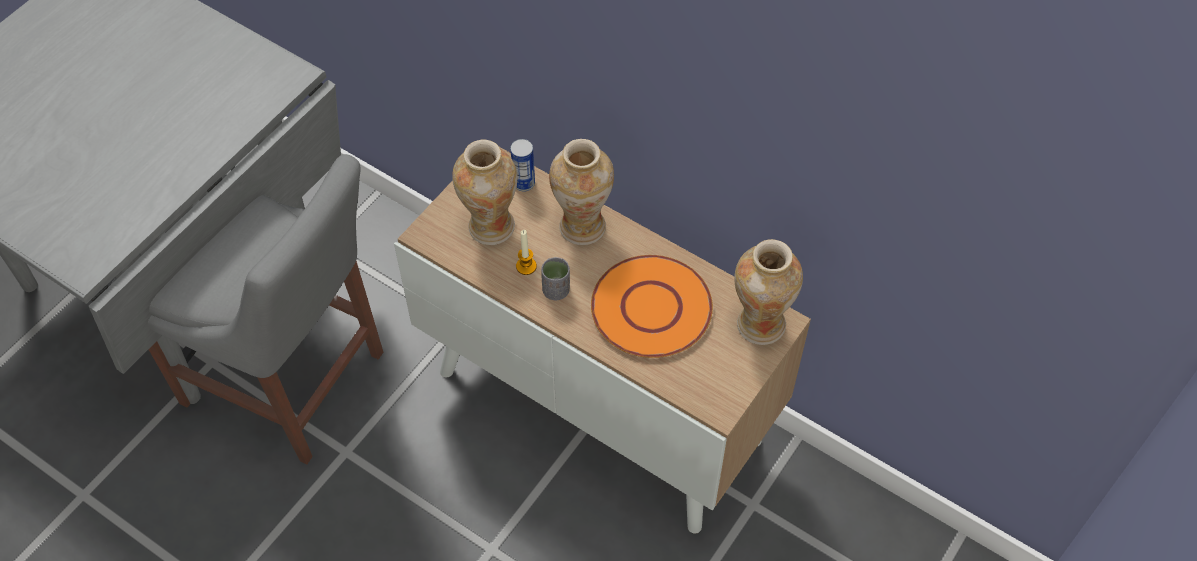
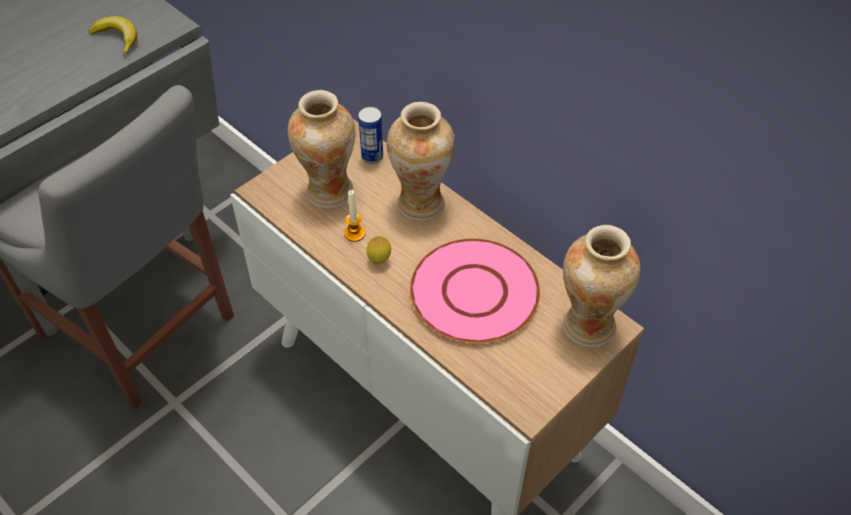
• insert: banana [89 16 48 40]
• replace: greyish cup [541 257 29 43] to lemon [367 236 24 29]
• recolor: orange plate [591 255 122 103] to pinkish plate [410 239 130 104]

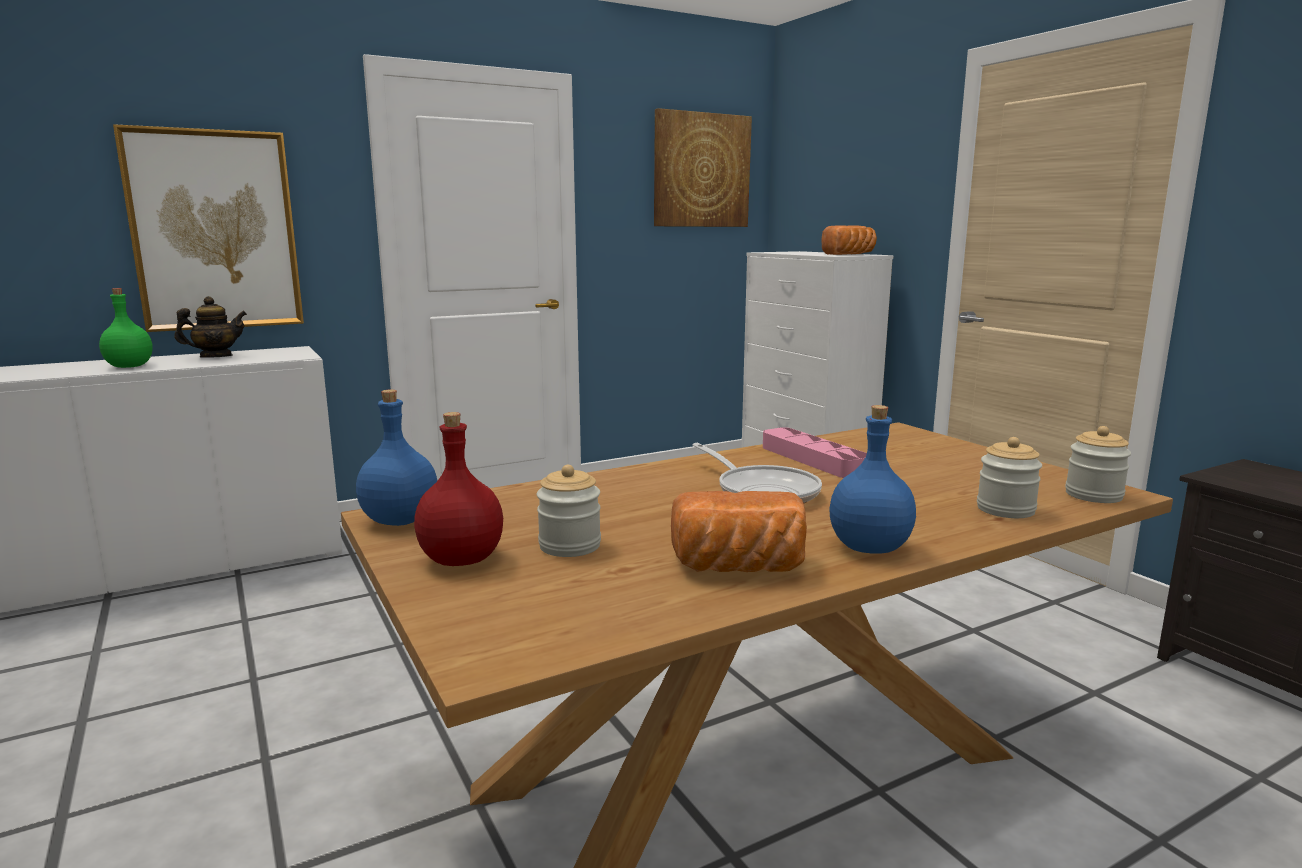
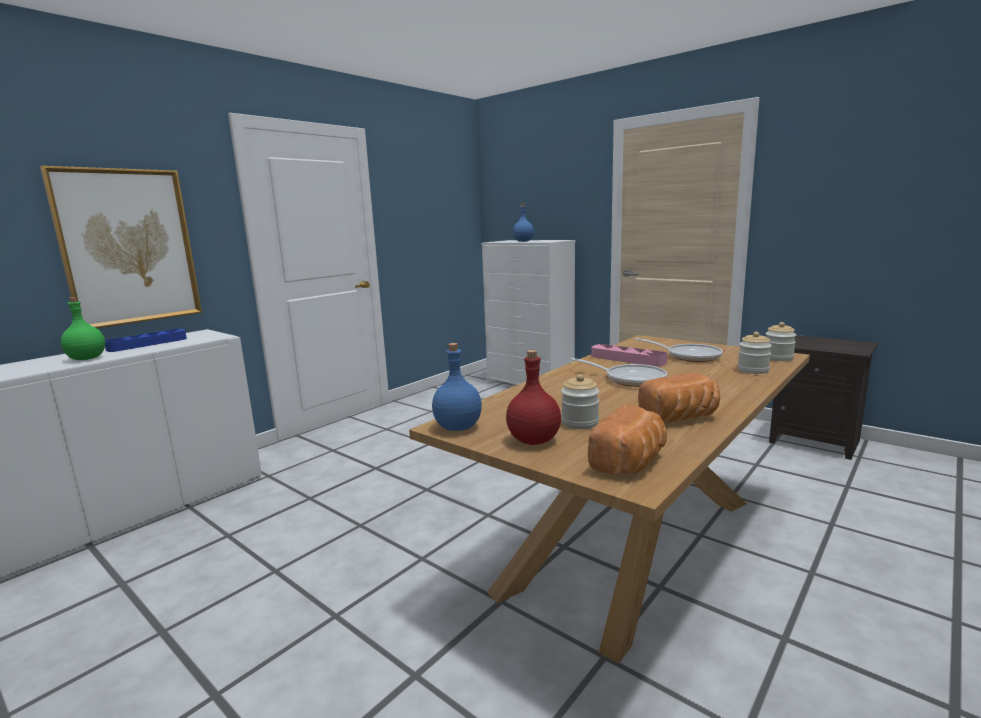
• replace: pot for tea [175 296 72 62] to bluish serving tray [105 329 82 23]
• move: bluish bottle [829 405 87 149] to [513 204 21 38]
• move: baked bread [821 225 56 30] to [588 404 79 70]
• insert: pan [635 338 88 24]
• delete: wall art [654 108 98 119]

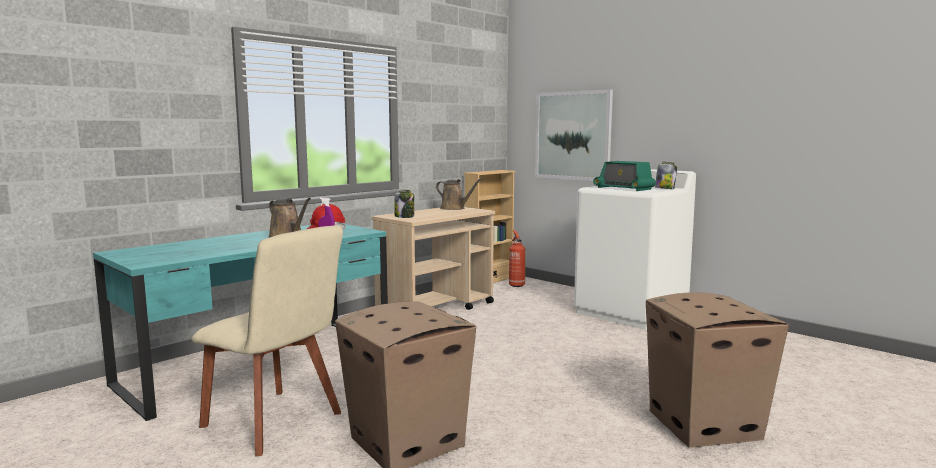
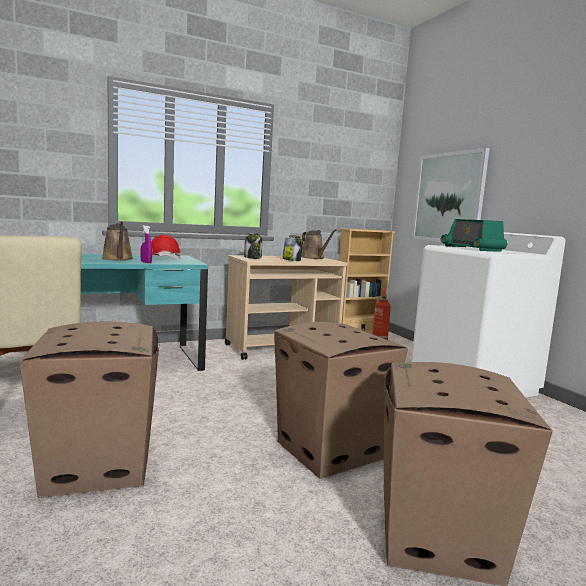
• insert: carton [274 322 134 157]
• move: preserve jar [655 162 22 27] to [283 235 20 26]

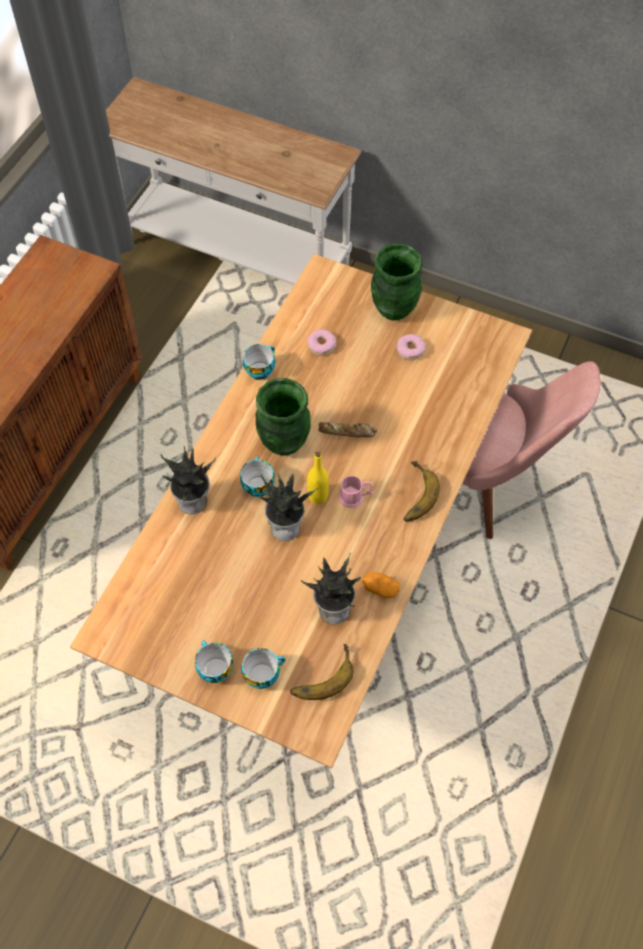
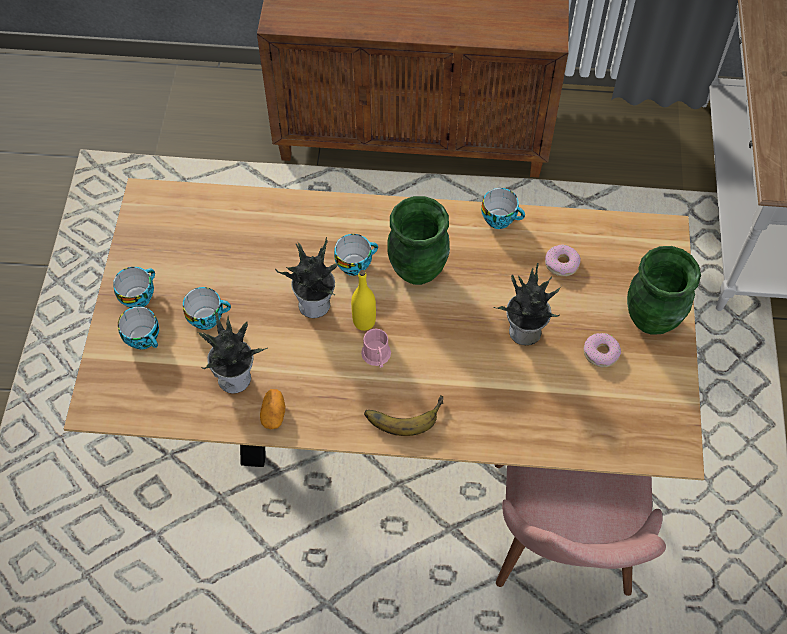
• insert: cup [183 287 48 43]
• move: potted plant [160 446 56 68] to [494 263 66 82]
• delete: banana [290 644 64 56]
• delete: baked bread [318 422 59 15]

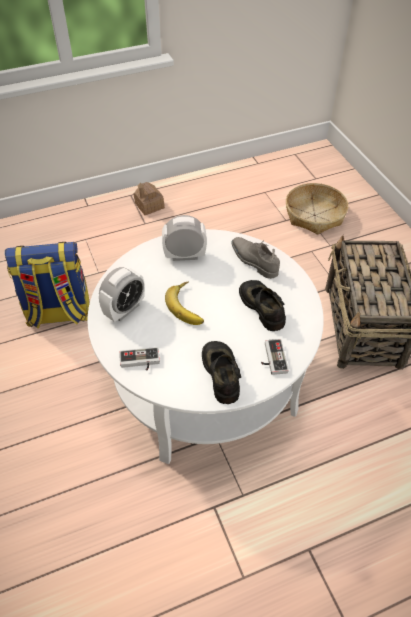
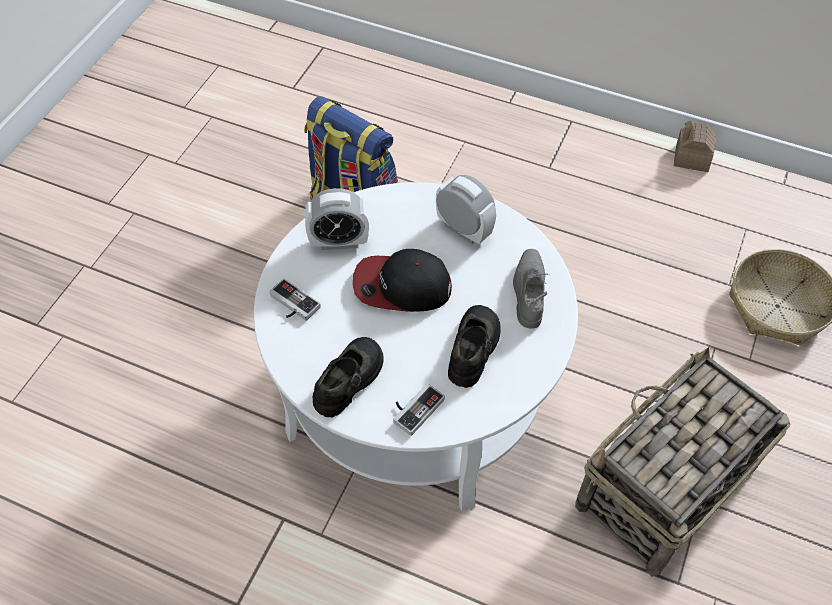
• replace: banana [165 281 39 44] to cap [353 249 99 63]
• move: model house [133 182 32 33] to [674 121 42 51]

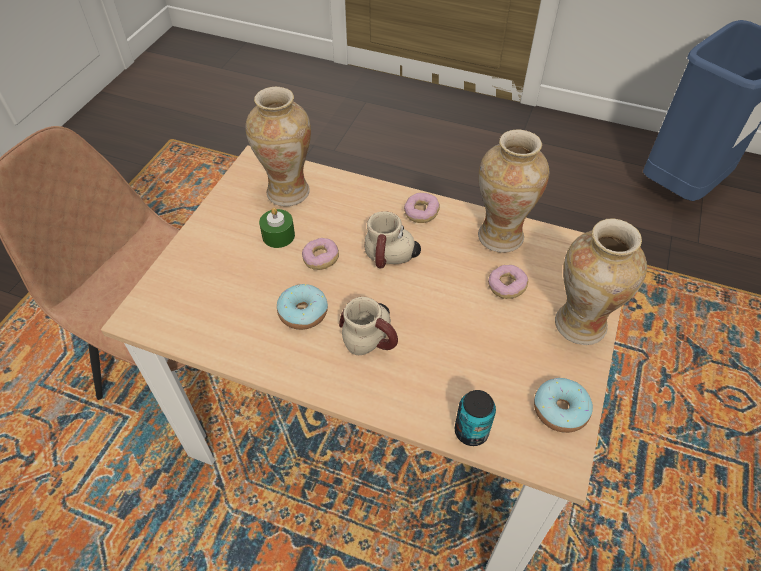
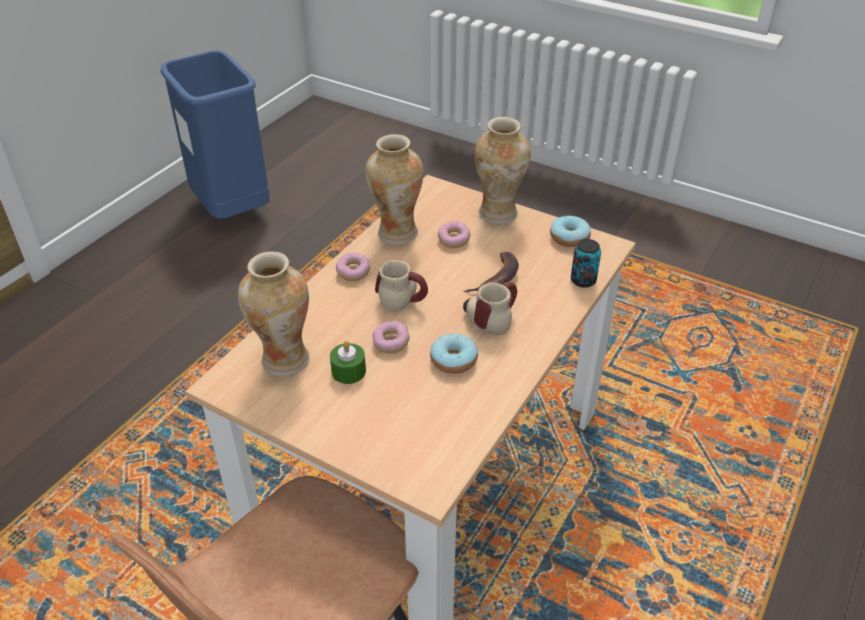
• insert: banana [464 252 55 41]

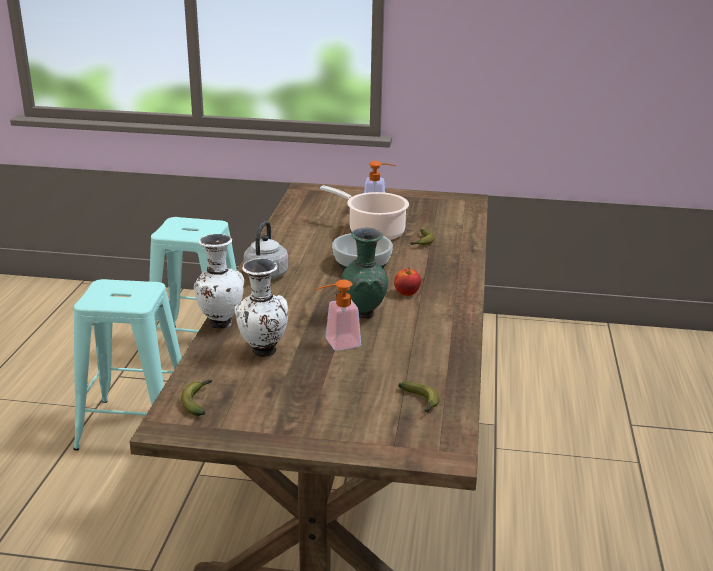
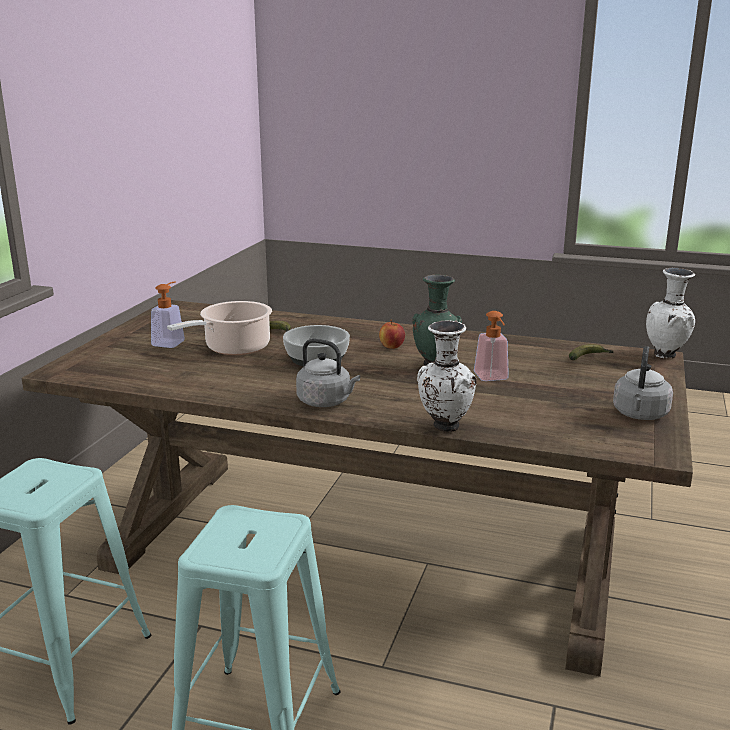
• insert: greyish water kettle [613 346 60 74]
• move: whitish vase [234 258 54 99] to [646 268 49 91]
• delete: banana [181 380 31 36]

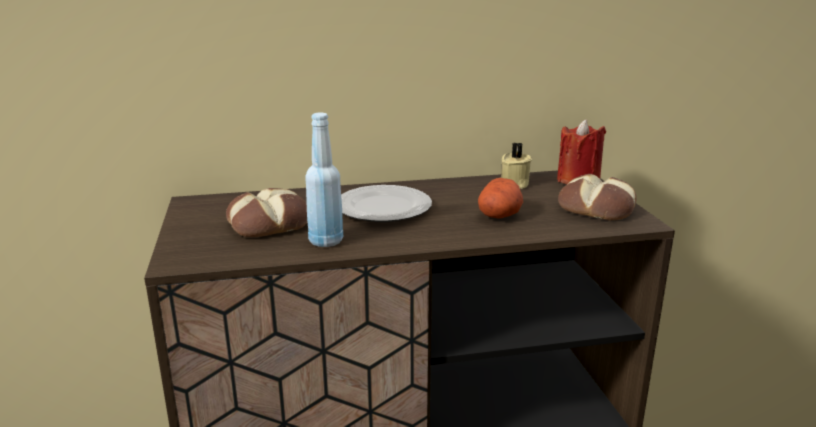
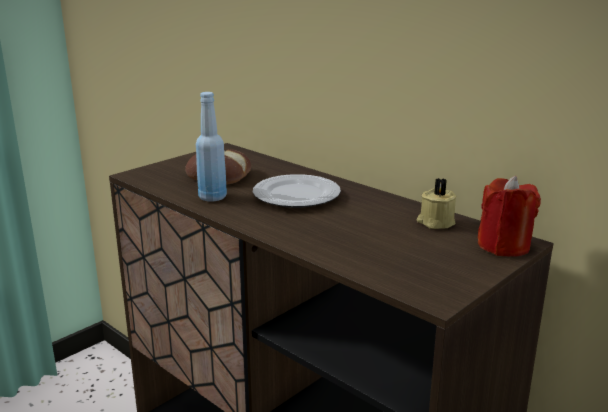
• delete: potato [478 178 45 40]
• delete: baked bread [558 174 79 47]

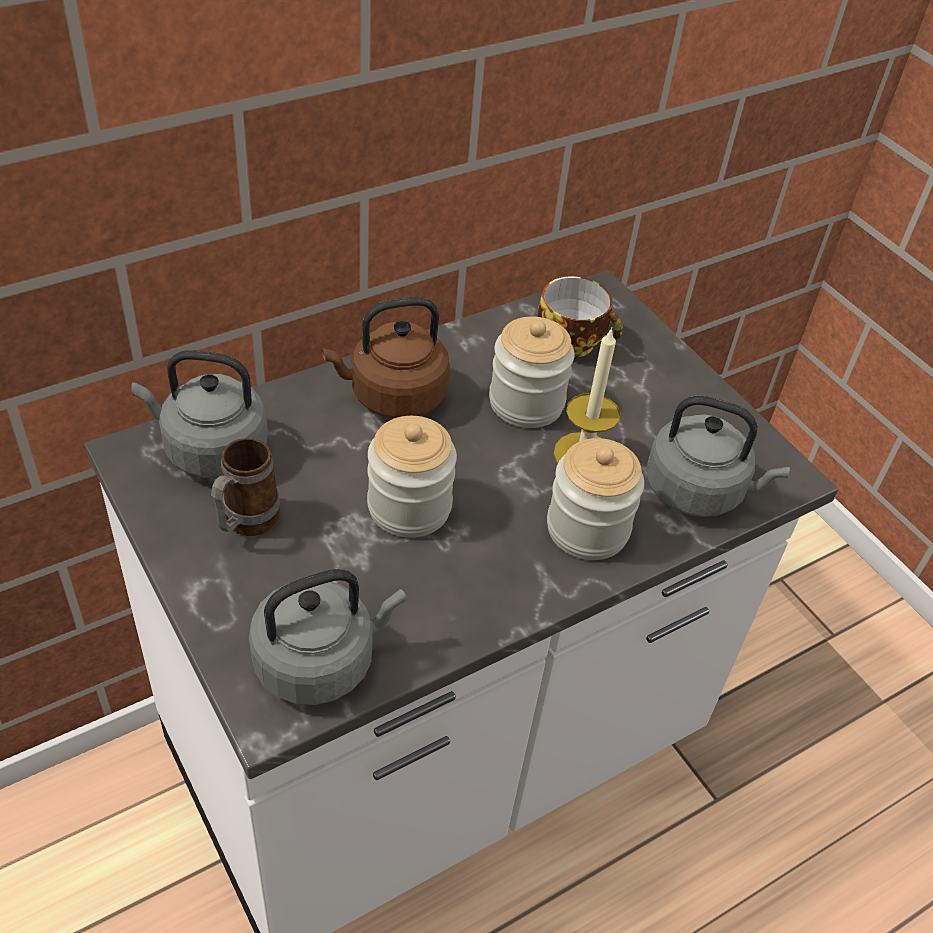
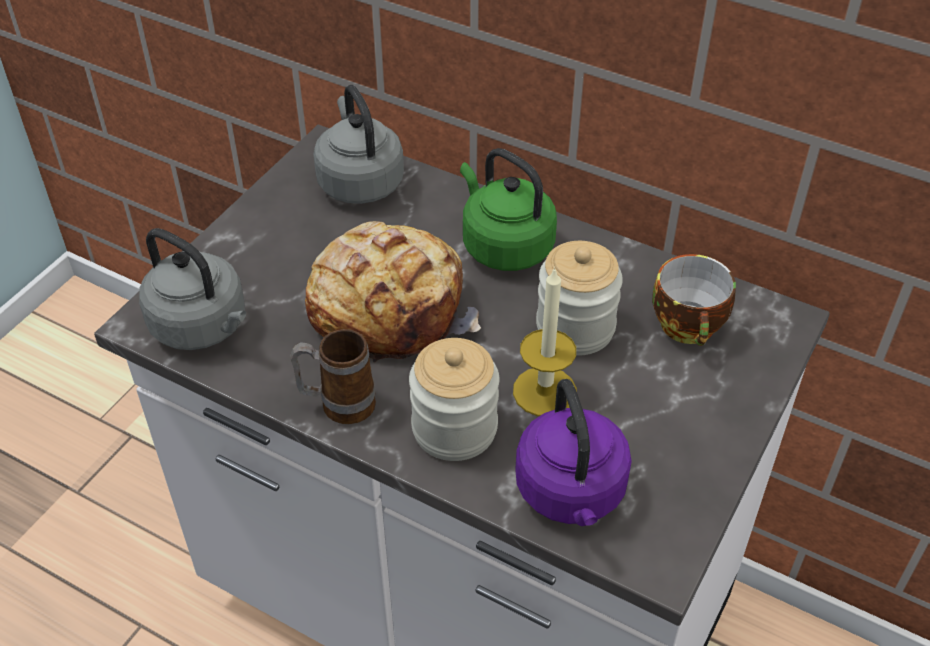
• move: coffee mug [211 438 69 98] to [290 329 86 95]
• replace: preserve jar [367 416 90 122] to baked bread [305 221 176 141]
• recolor: brownish water kettle [322 297 128 121] to green-coloured water kettle [460 148 97 123]
• recolor: greyish water kettle [647 396 143 121] to purple water kettle [515 379 117 147]

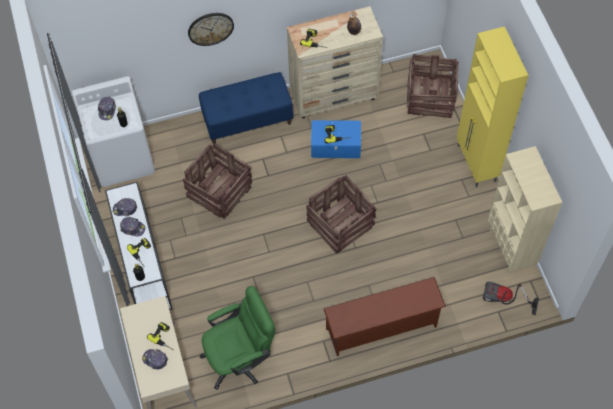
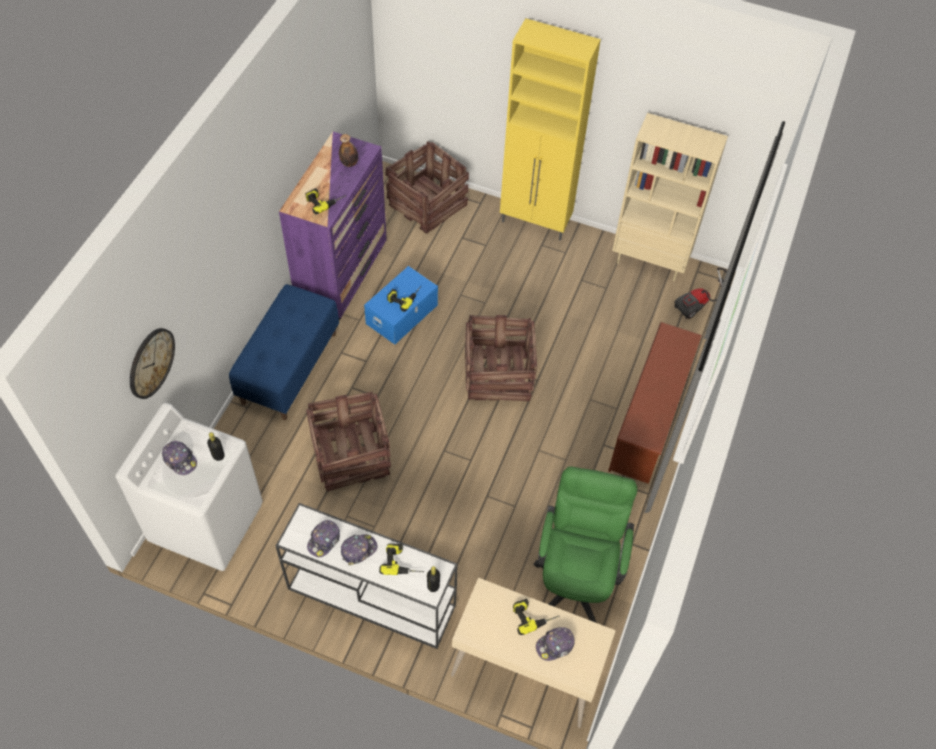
• move: wall clock [188 13 46 33] to [130 328 45 71]
• recolor: beige dresser [287 6 96 112] to purple dresser [279 132 108 188]

